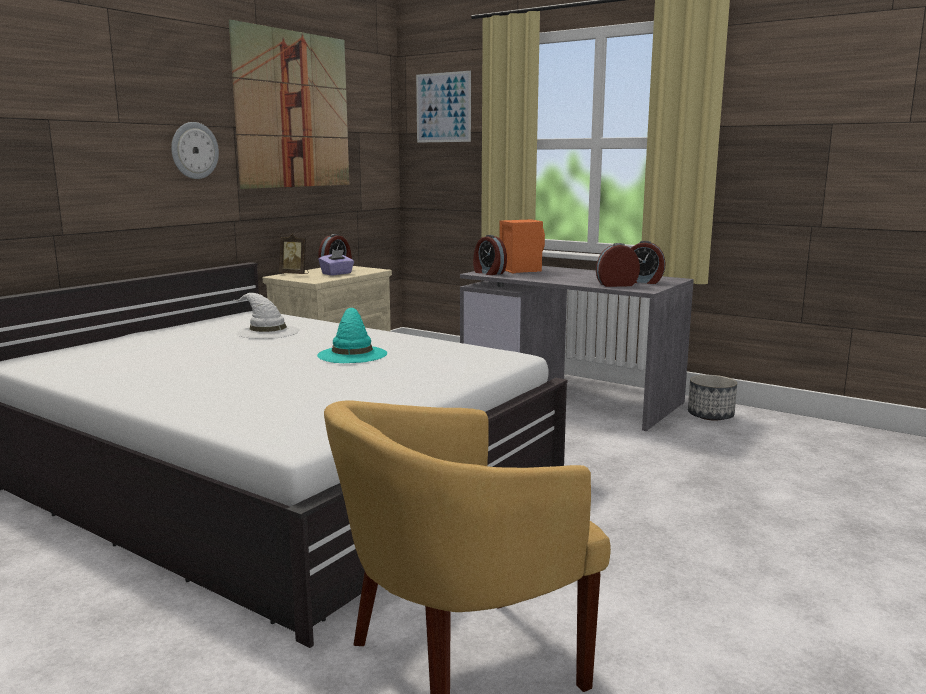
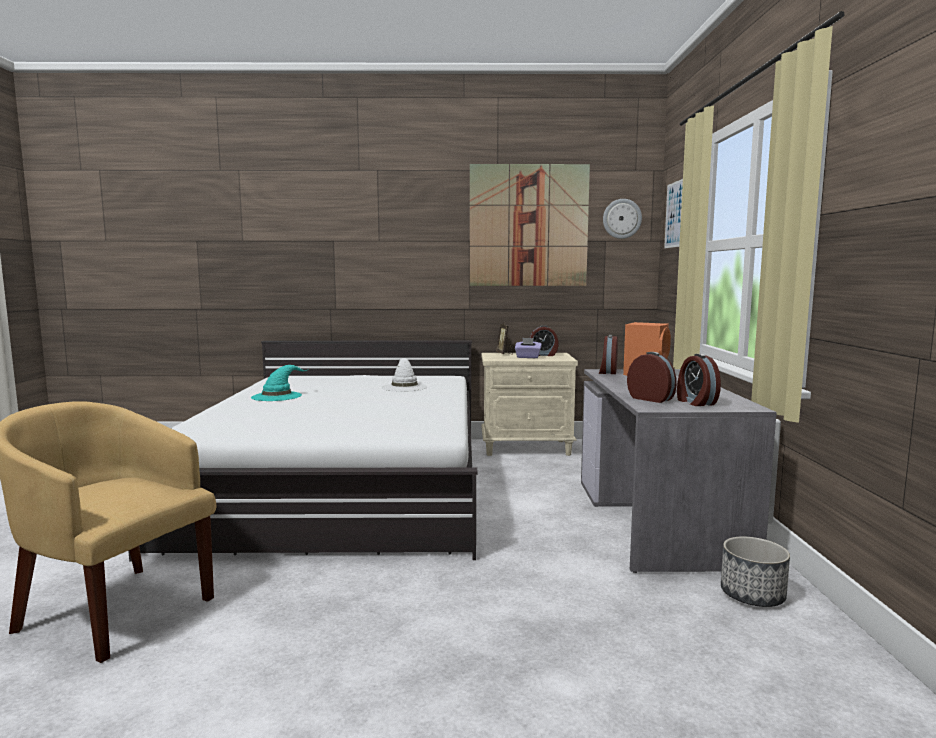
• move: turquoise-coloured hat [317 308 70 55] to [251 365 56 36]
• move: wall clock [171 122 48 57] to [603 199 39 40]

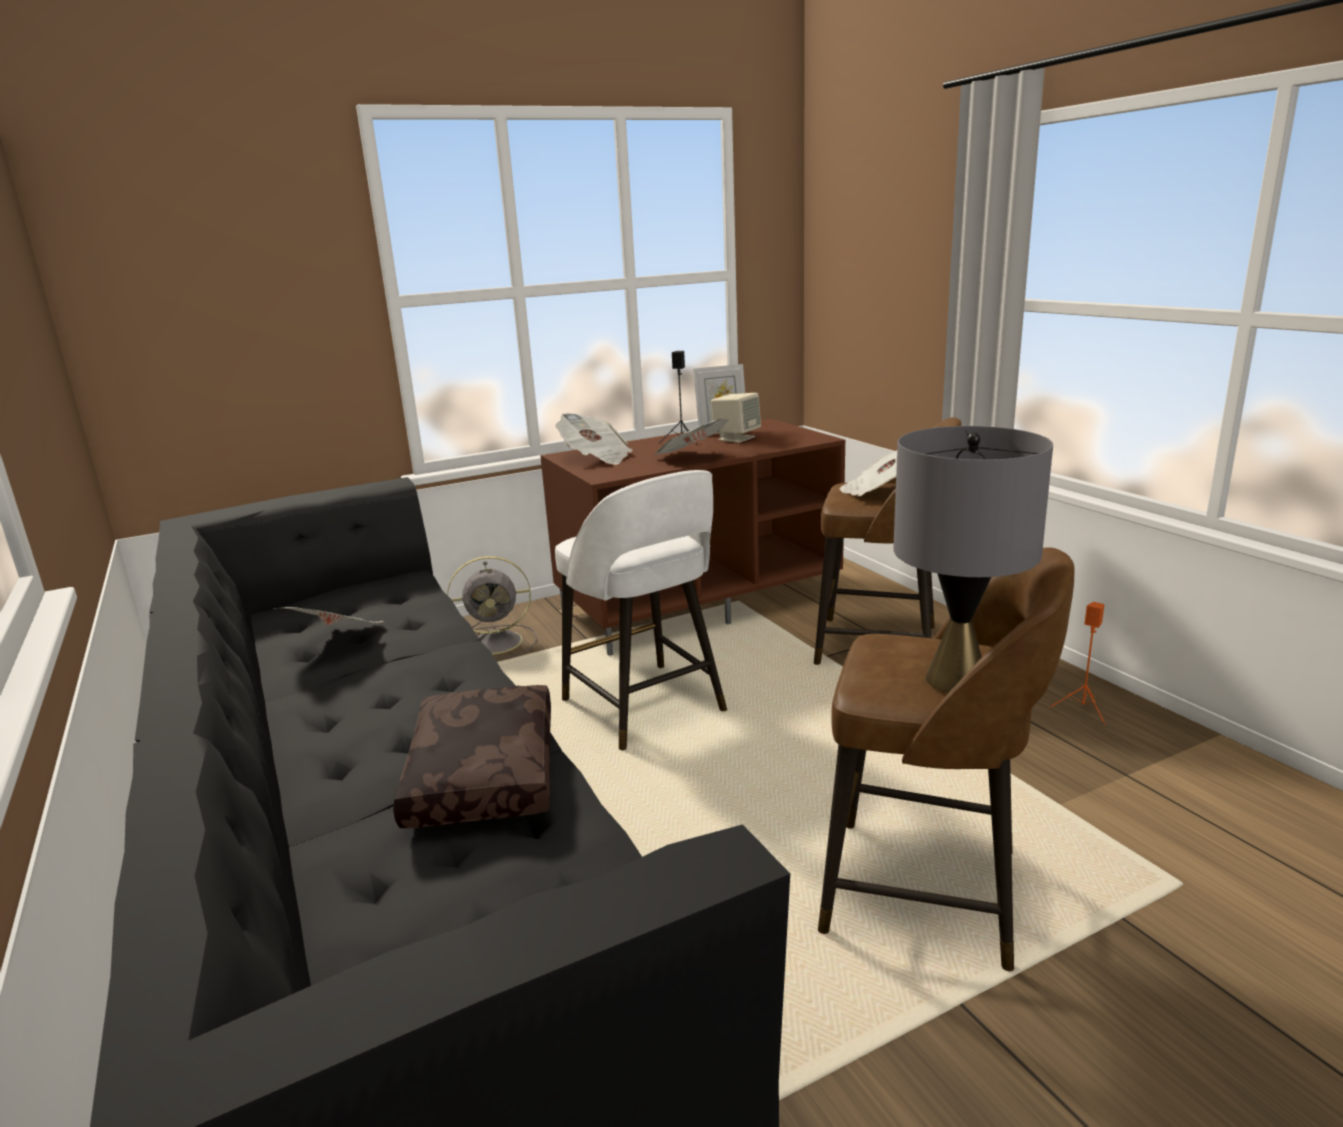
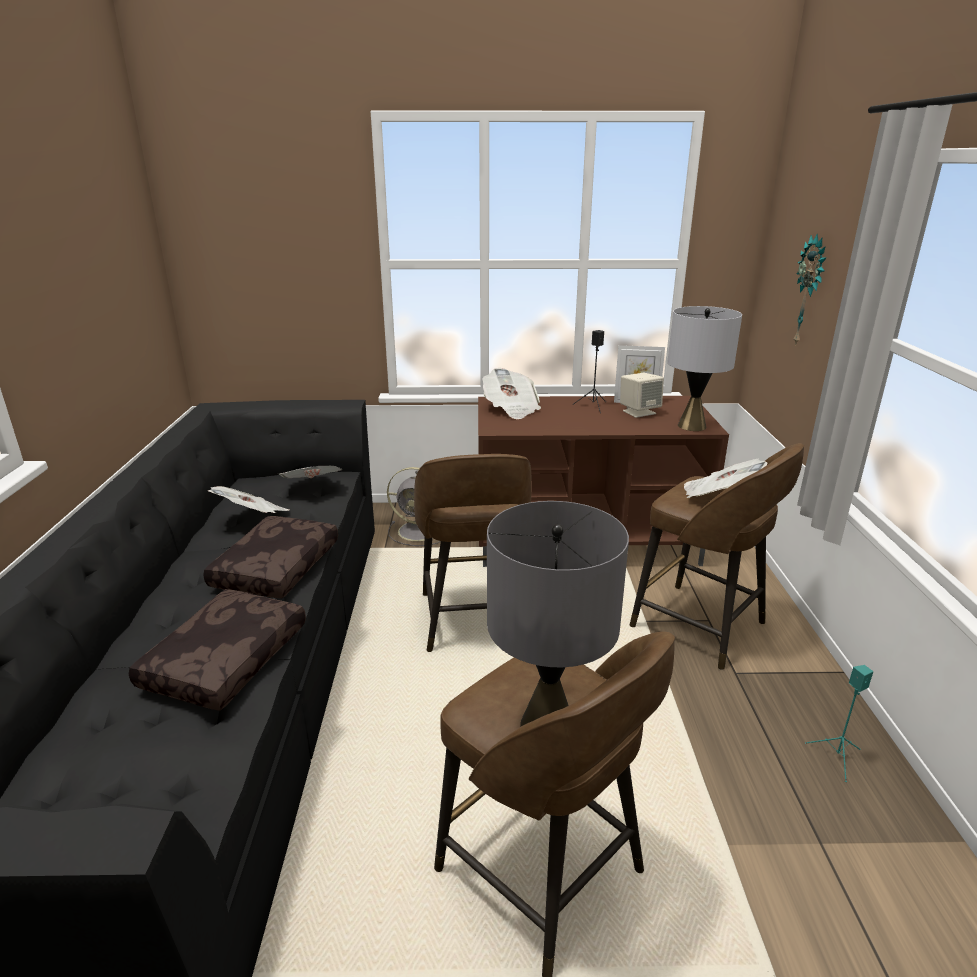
• insert: brownish pillow [203 516 135 82]
• move: newspaper [654 418 75 37] to [279 466 64 12]
• recolor: whitish sitting stool [555 470 172 280] to brownish sitting stool [414 454 118 198]
• insert: greyish lamp for a table [667 306 75 125]
• insert: wall clock [793 234 33 112]
• recolor: orange audio speaker [1049 602 57 123] to turquoise-coloured audio speaker [805 665 68 117]

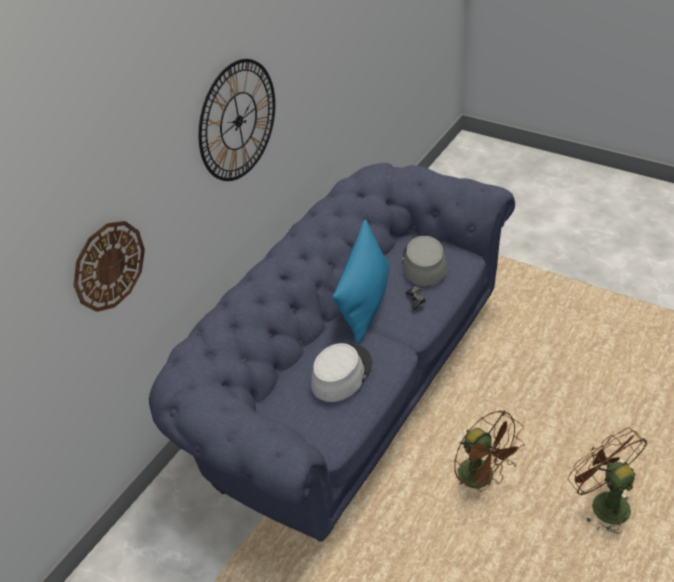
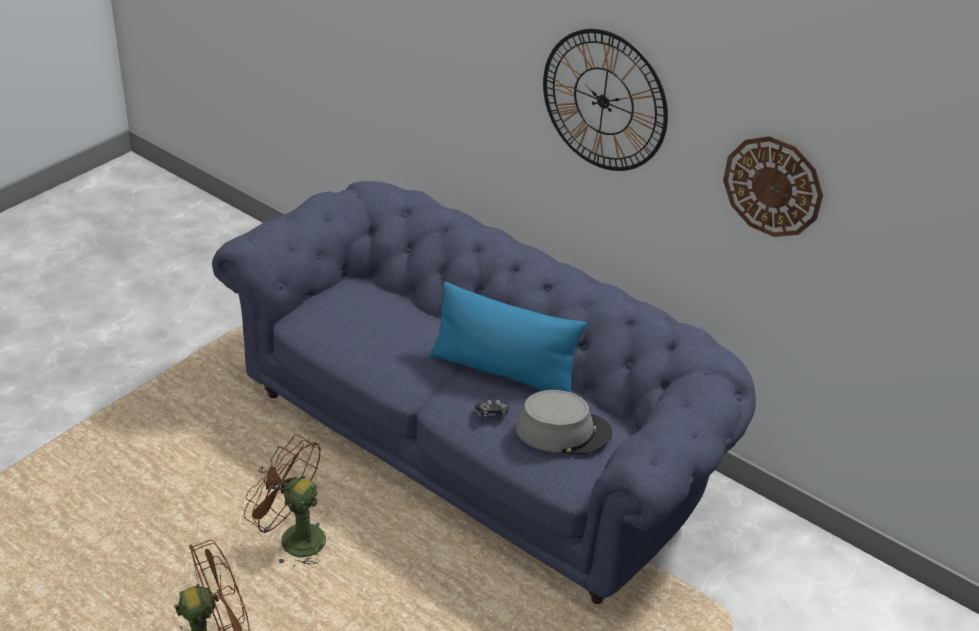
• rotate: brownish cooling fan [454 410 71 82] = [244 435 82 133] 60 degrees clockwise
• move: wall clock [73 221 72 91] to [723 136 100 101]
• delete: greyish hat [311 343 61 59]

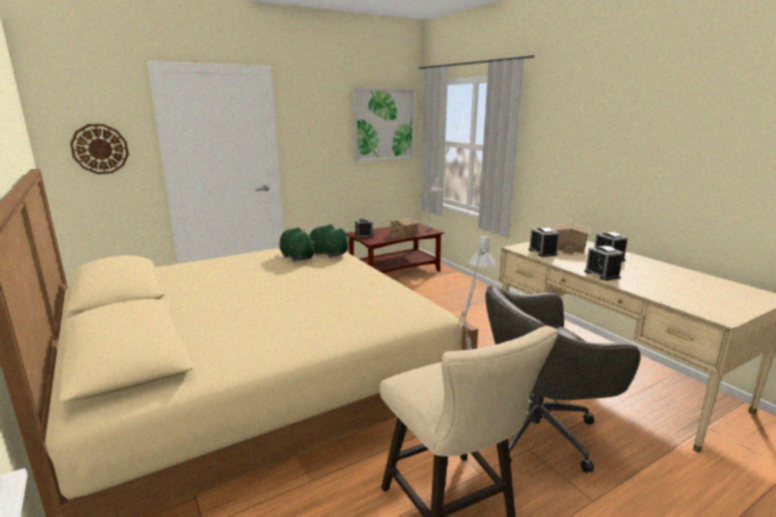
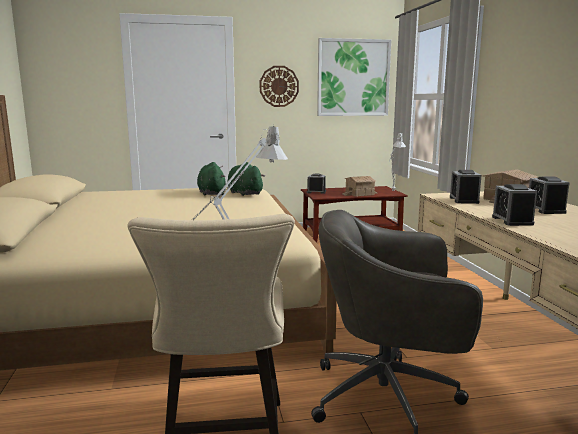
• move: wall clock [70 124 59 50] to [260 66 39 41]

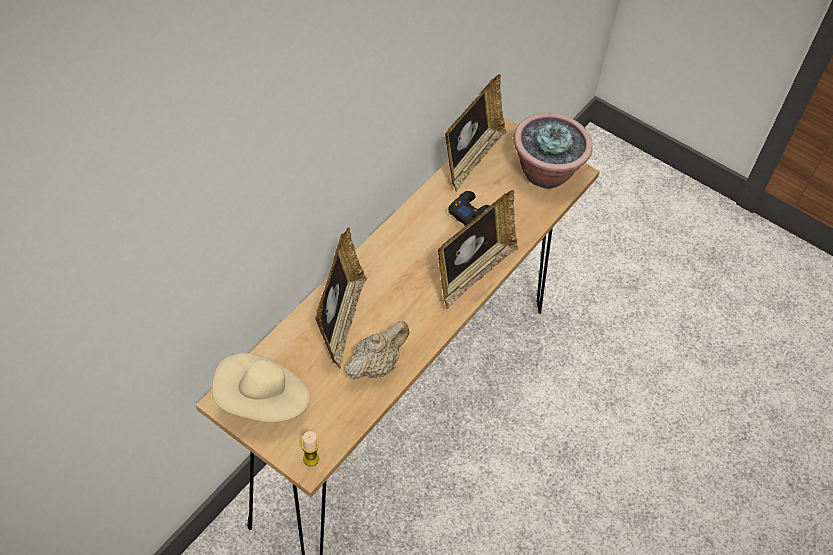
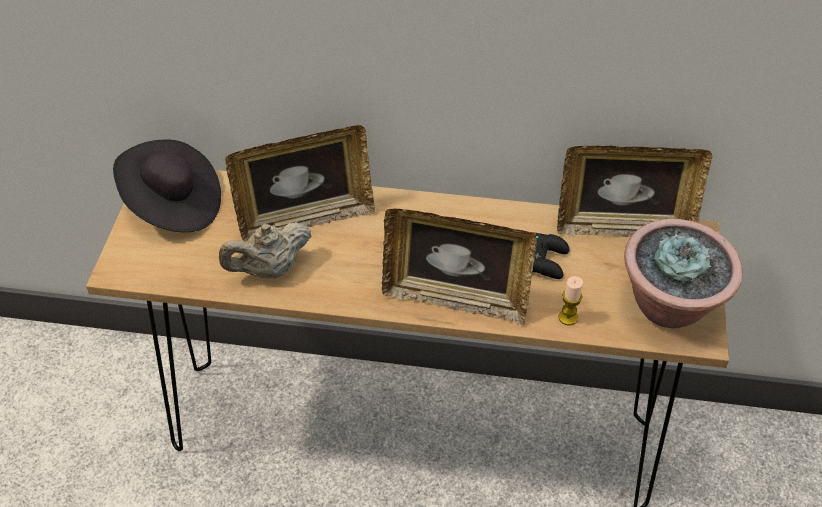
• recolor: beige hat [212 353 98 69] to blackish hat [113 140 108 92]
• rotate: beige pot for tea [346 321 64 58] = [219 222 93 56] 135 degrees clockwise
• move: wax light [302 431 17 35] to [558 276 25 49]

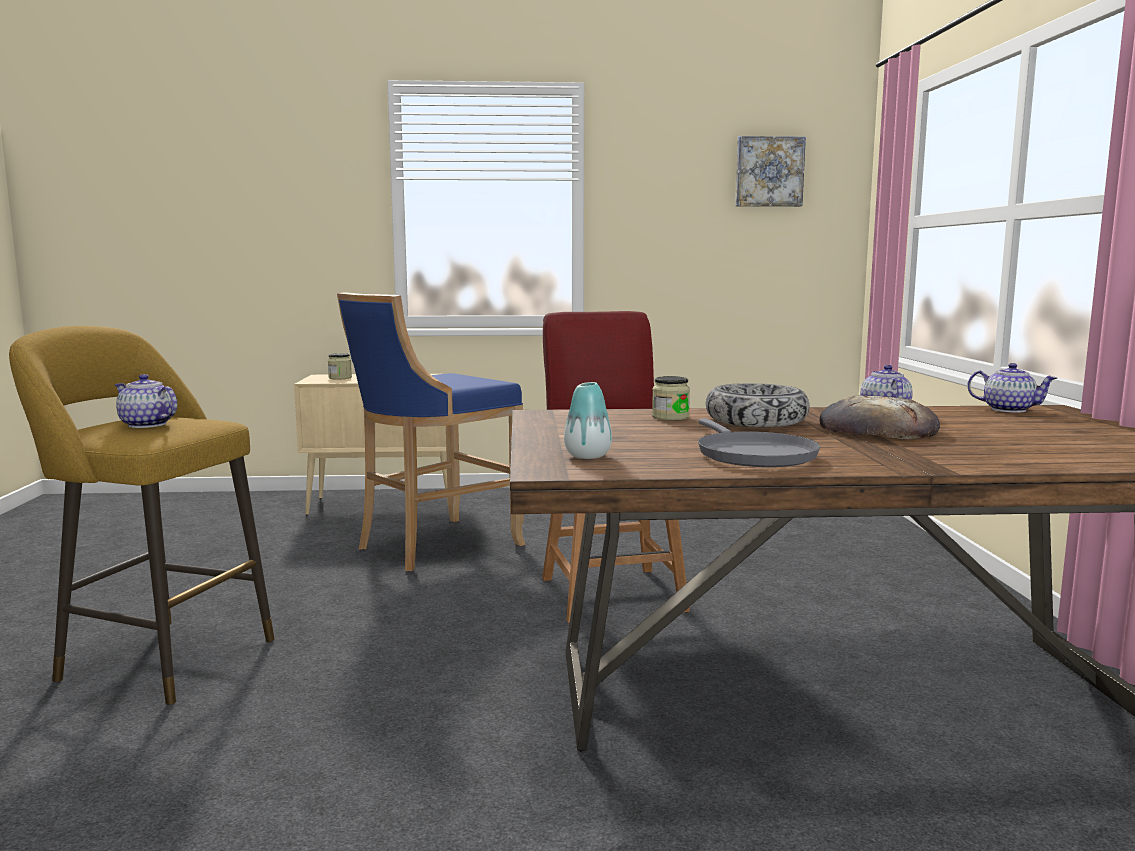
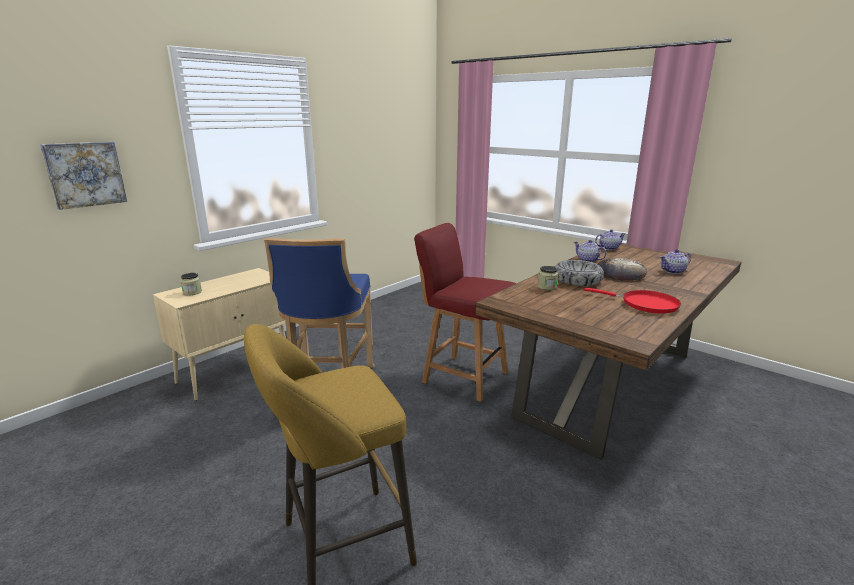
• move: wall art [735 136 71 71] to [40 142 87 68]
• recolor: greyish pan [698 419 122 48] to red pan [584 288 97 26]
• move: pot for tea [114 374 63 54] to [660 249 31 25]
• delete: vase [564 382 48 77]

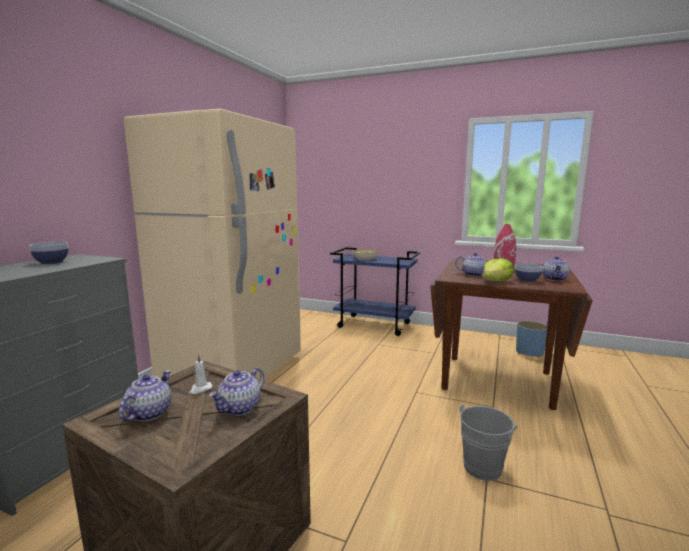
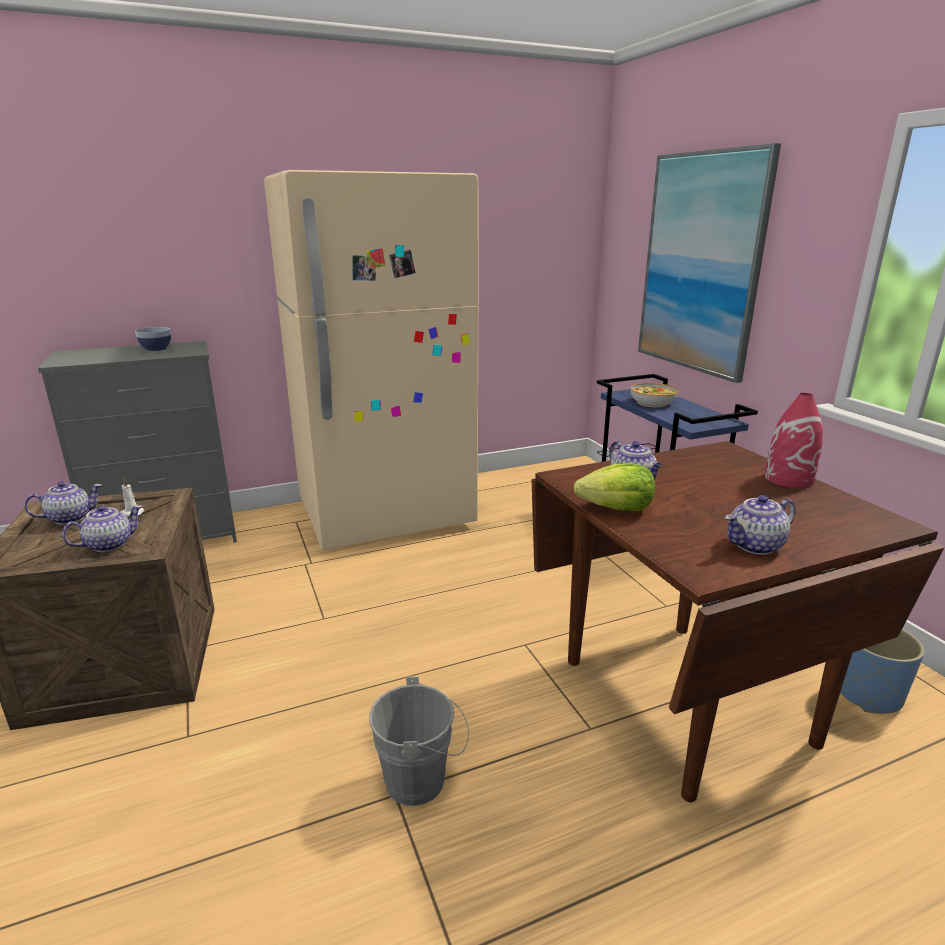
• rotate: pot for tea [209 368 55 48] = [62 505 80 47] 150 degrees clockwise
• insert: wall art [638 143 143 240]
• delete: deep dish [515 263 28 19]

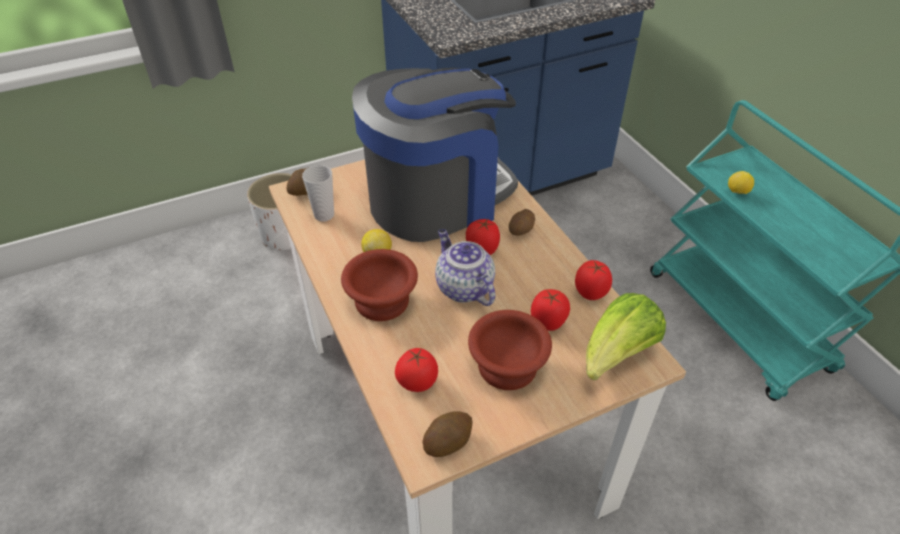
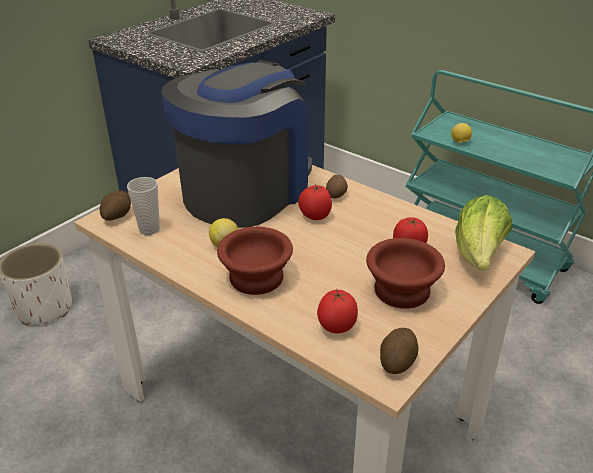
• delete: pot for tea [435 229 60 77]
• delete: tomato [575 260 37 40]

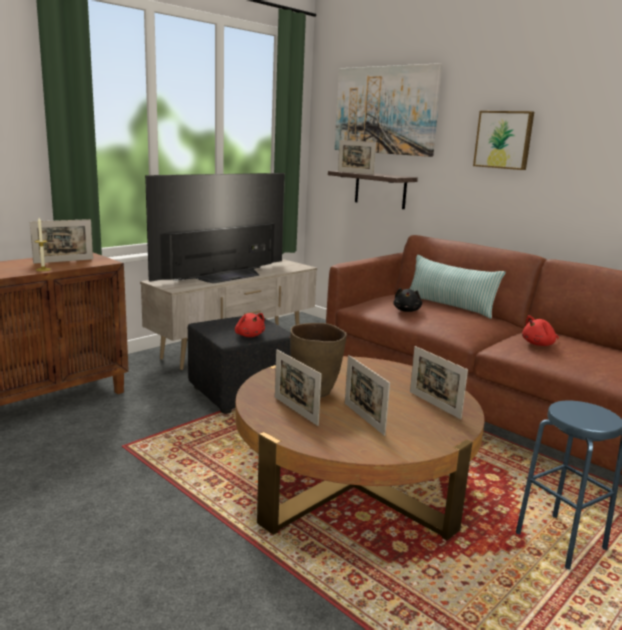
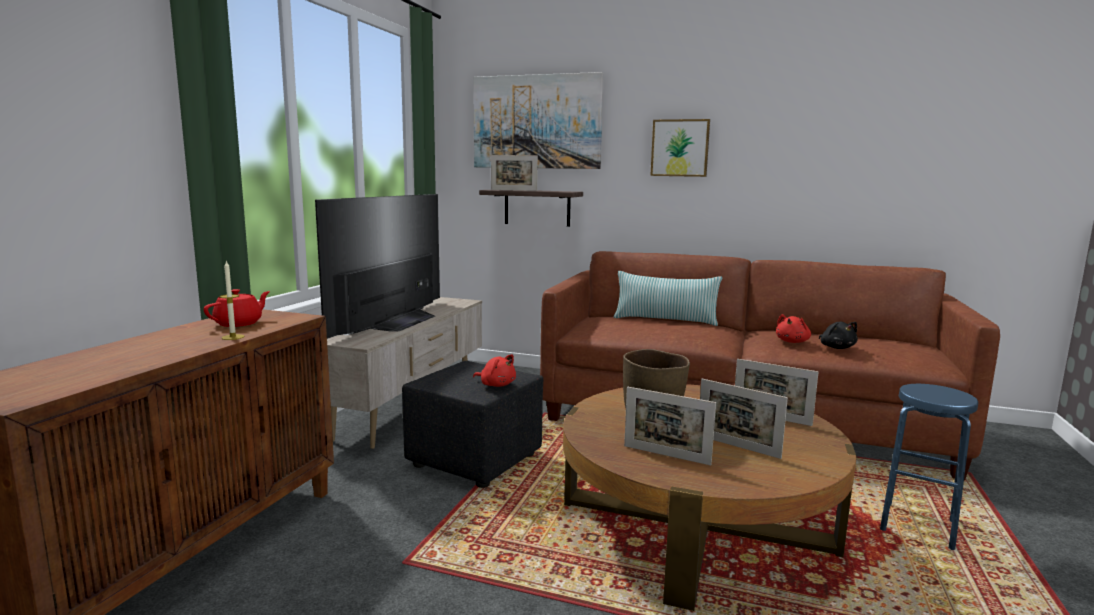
• replace: standing frame [30 219 63 45] to red pot for tea [203 289 67 38]
• move: blackish plush toy [393 288 29 24] to [819 322 39 27]

